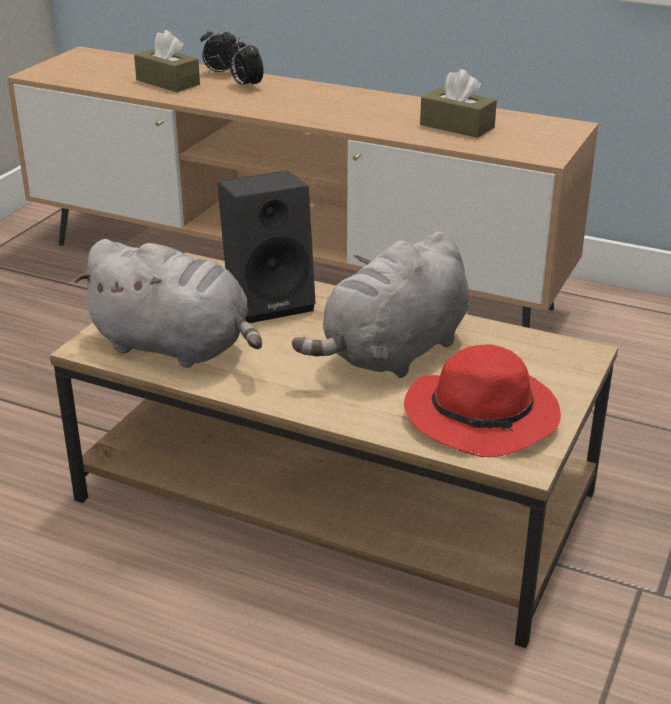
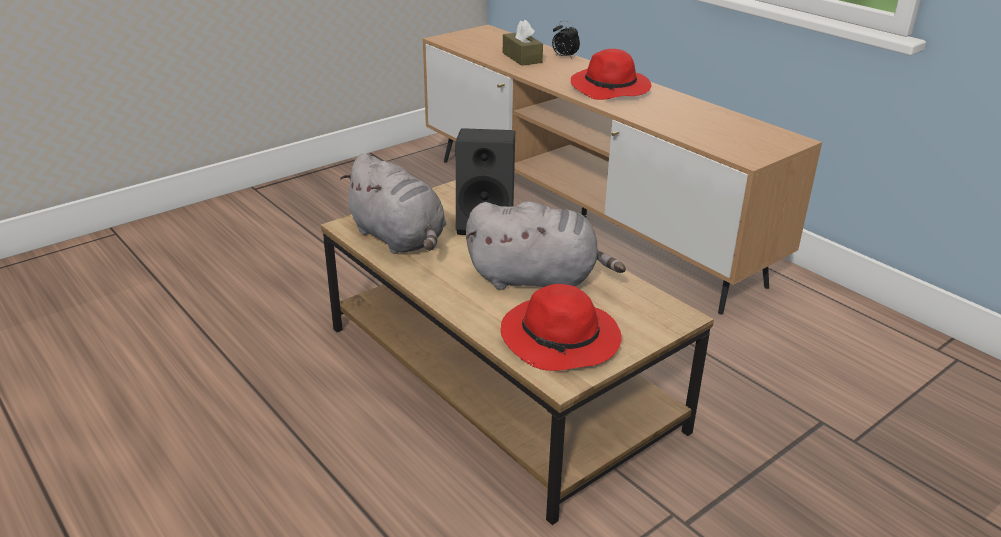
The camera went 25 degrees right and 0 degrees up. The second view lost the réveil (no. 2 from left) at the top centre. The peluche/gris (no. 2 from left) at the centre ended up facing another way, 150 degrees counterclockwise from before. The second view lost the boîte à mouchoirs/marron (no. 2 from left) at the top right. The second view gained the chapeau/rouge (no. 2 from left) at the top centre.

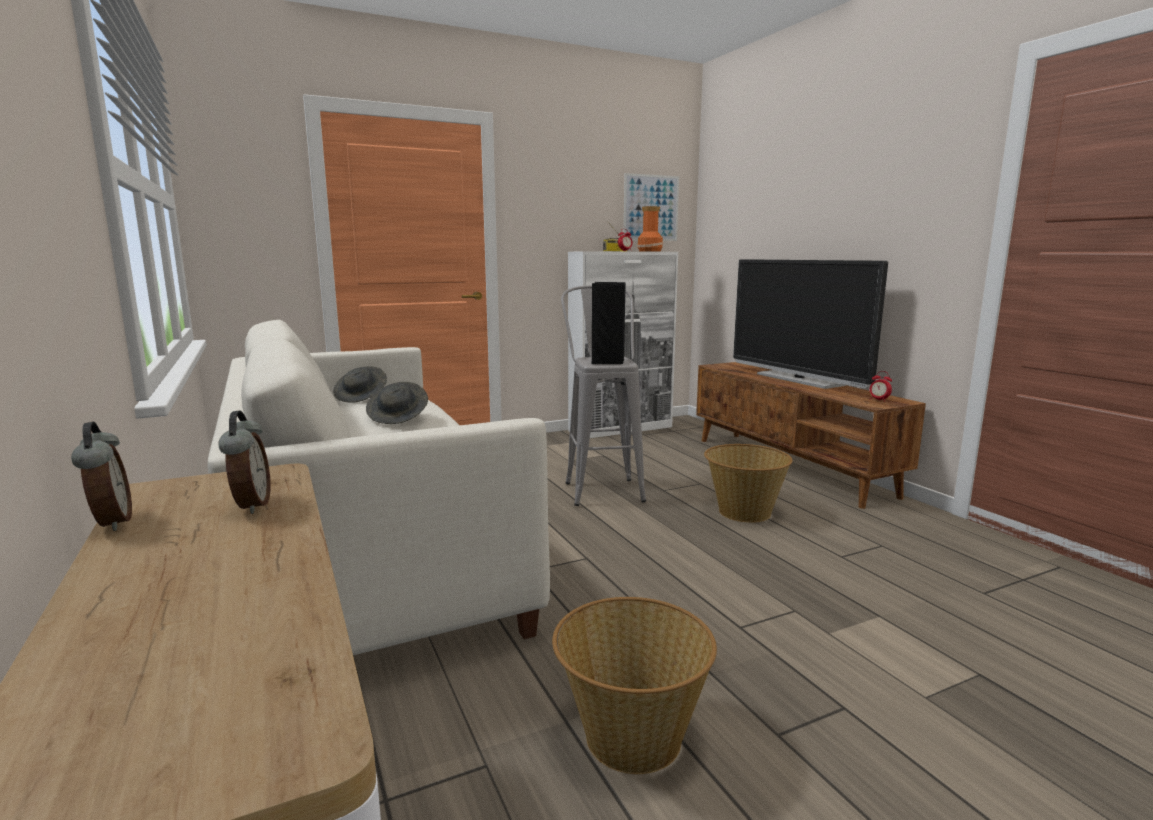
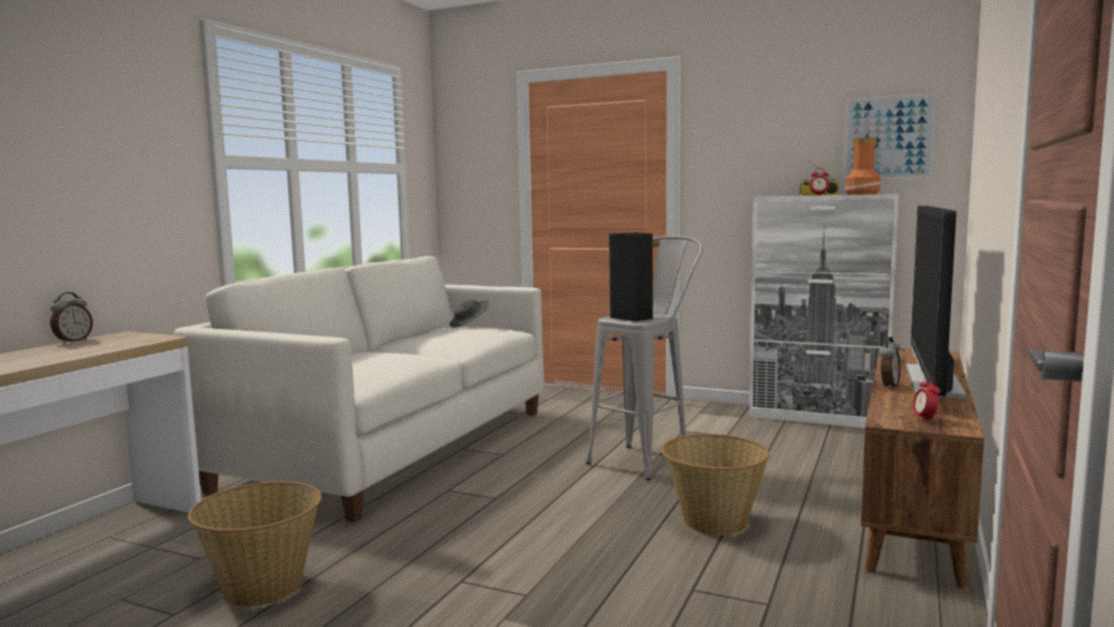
The camera went 50 degrees right and 5 degrees down. The réveil (no. 2 from left in the first image) ended up elsewhere, having gone from the middle left to the middle right. The second view lost the chapeau/gris (no. 2 from left) at the centre.

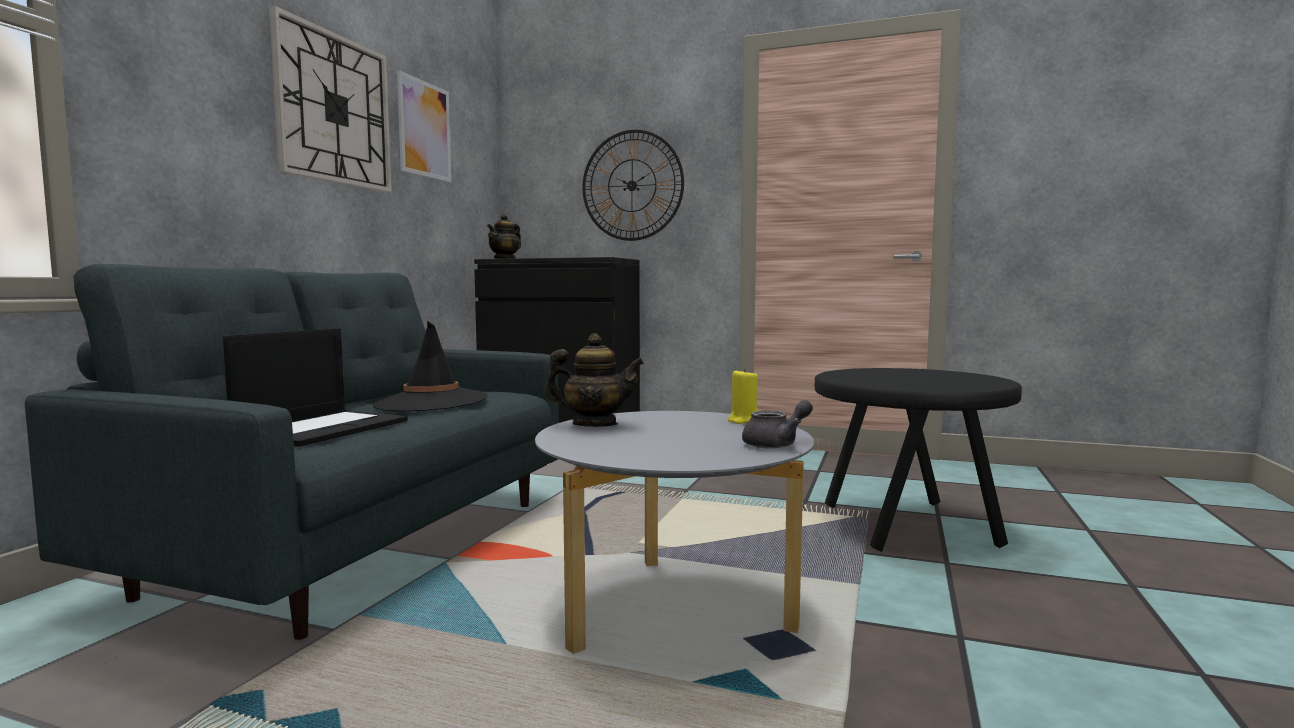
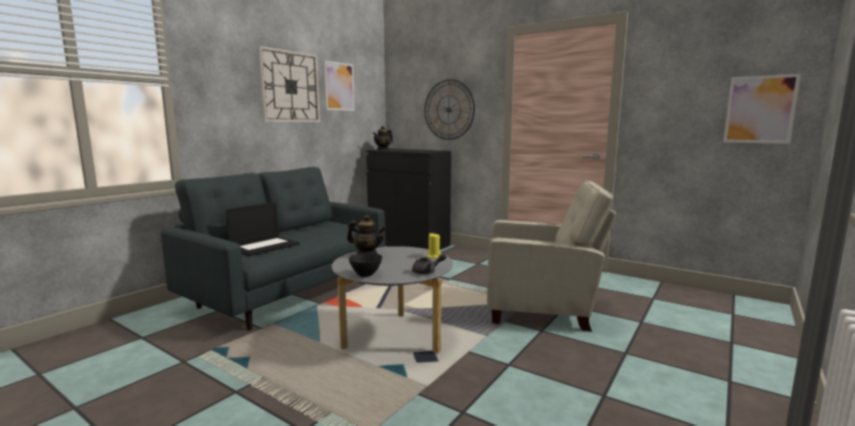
The camera went 15 degrees right and 5 degrees up. The second view lost the chapeau/noir at the middle left. Where the table d'appoint/noir stood at the middle right, the fauteuil/beige came to stand at the centre. The second view gained the bol/noir at the centre. The second view gained the tableau (no. 2 from left) at the top right.

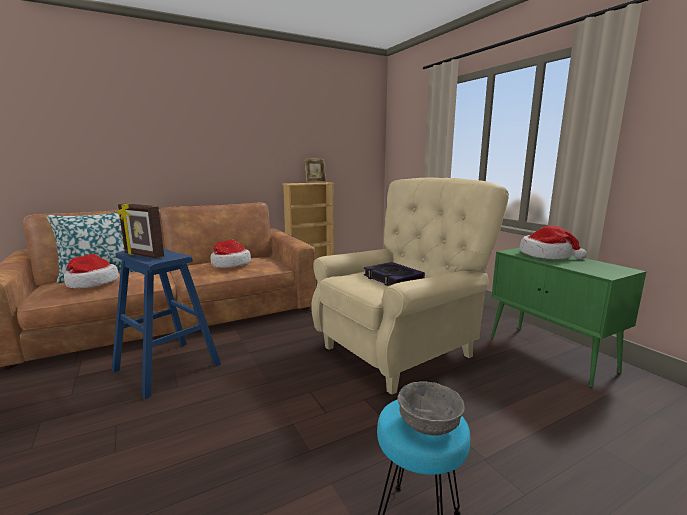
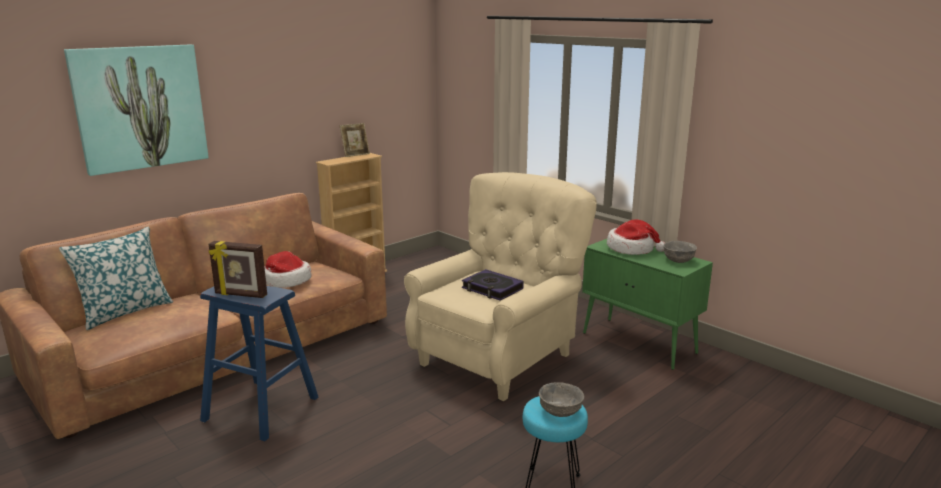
The camera went 15 degrees left and 5 degrees up. The second view lost the chapeau (no. 1 from left) at the middle left. The second view gained the tableau at the top left. The second view gained the bol/gris (no. 2 from left) at the middle right.

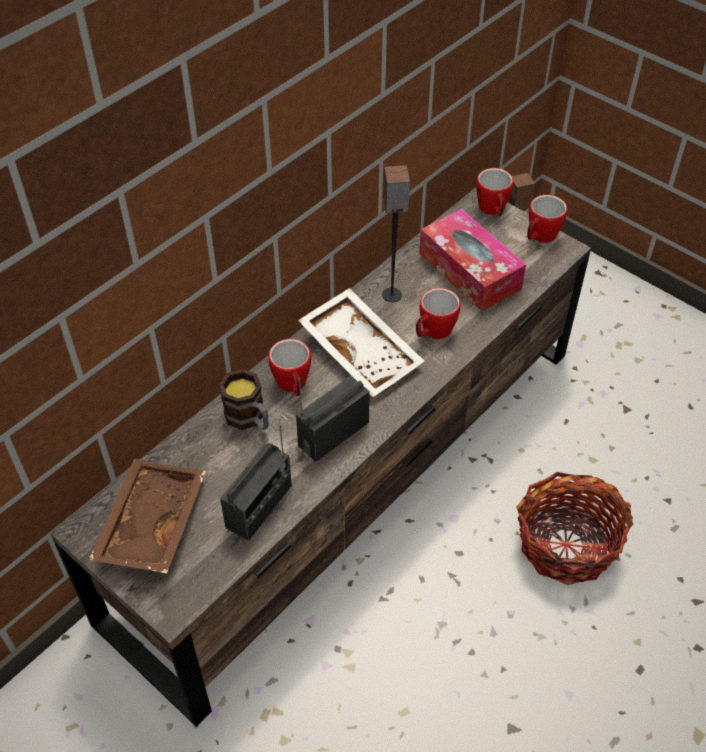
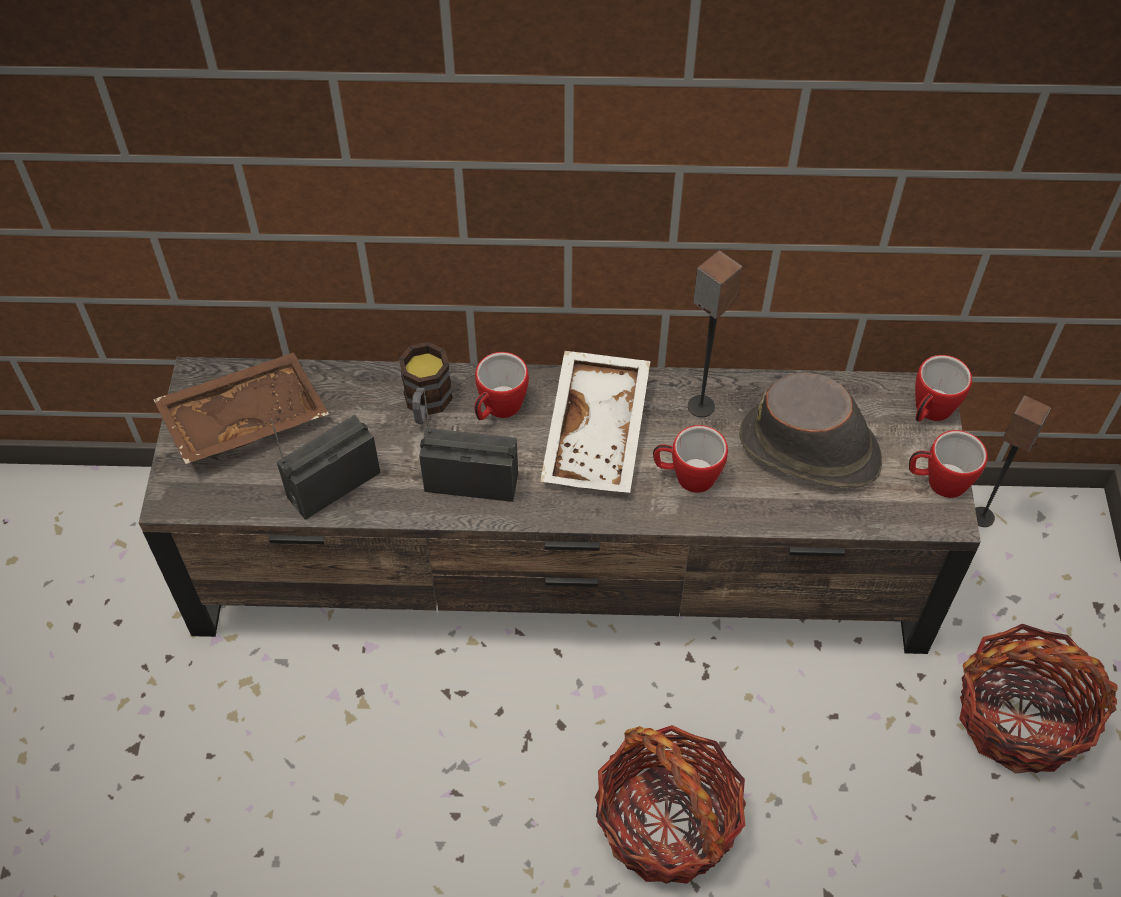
The camera went 50 degrees right and 5 degrees up. The radio (no. 1 from left) at the centre ended up facing another way, 150 degrees clockwise from before. Where the boîte à mouchoirs stood at the middle right, the chapeau/marron came to stand at the middle right. The second view gained the panier (no. 2 from left) at the bottom right.

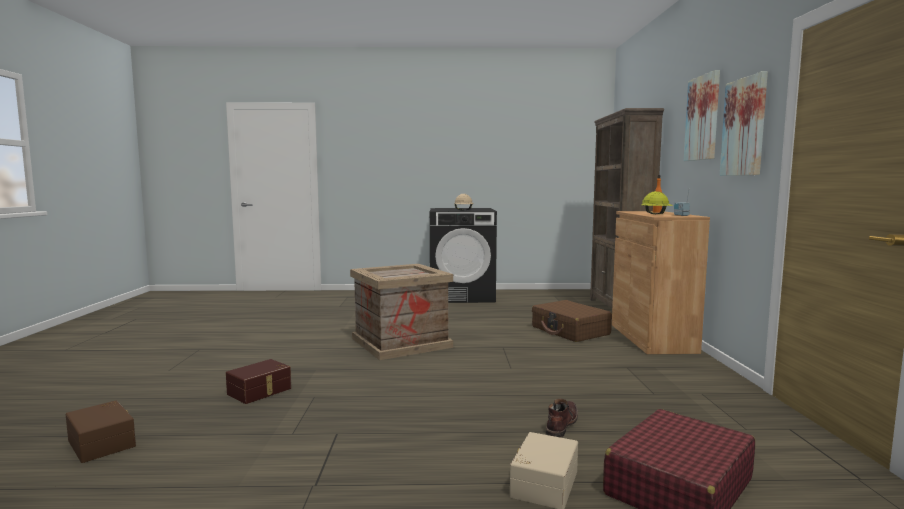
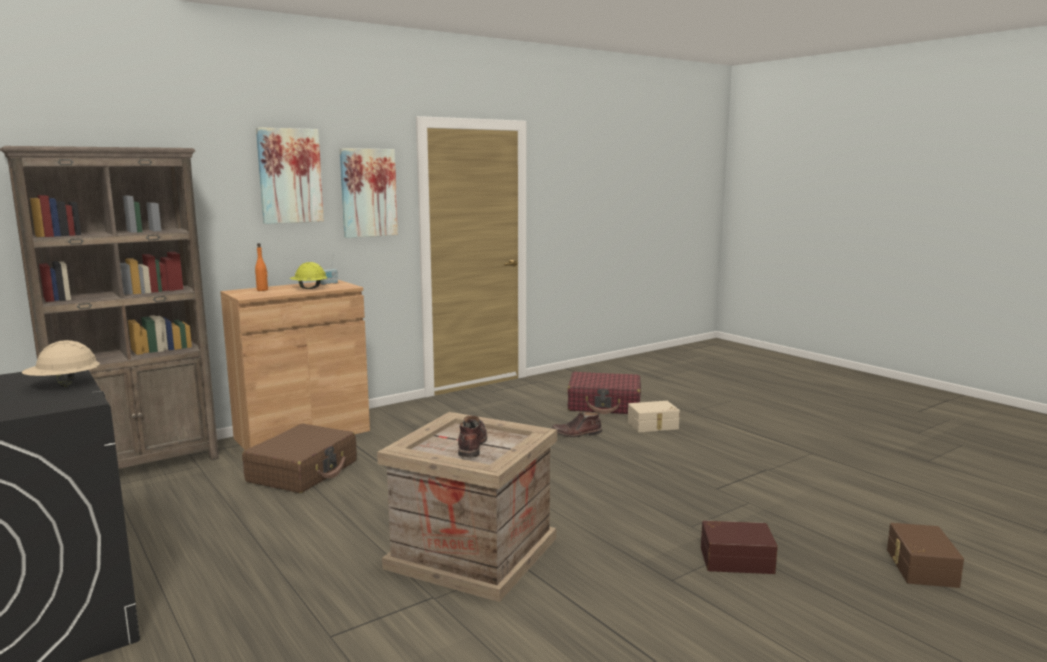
The camera went 125 degrees left and 5 degrees up. The second view gained the botte/marron (no. 1 from left) at the centre.

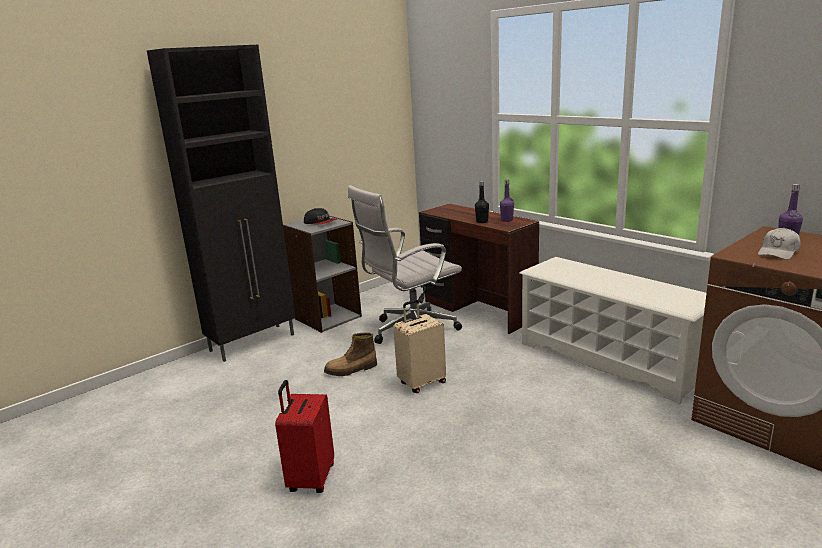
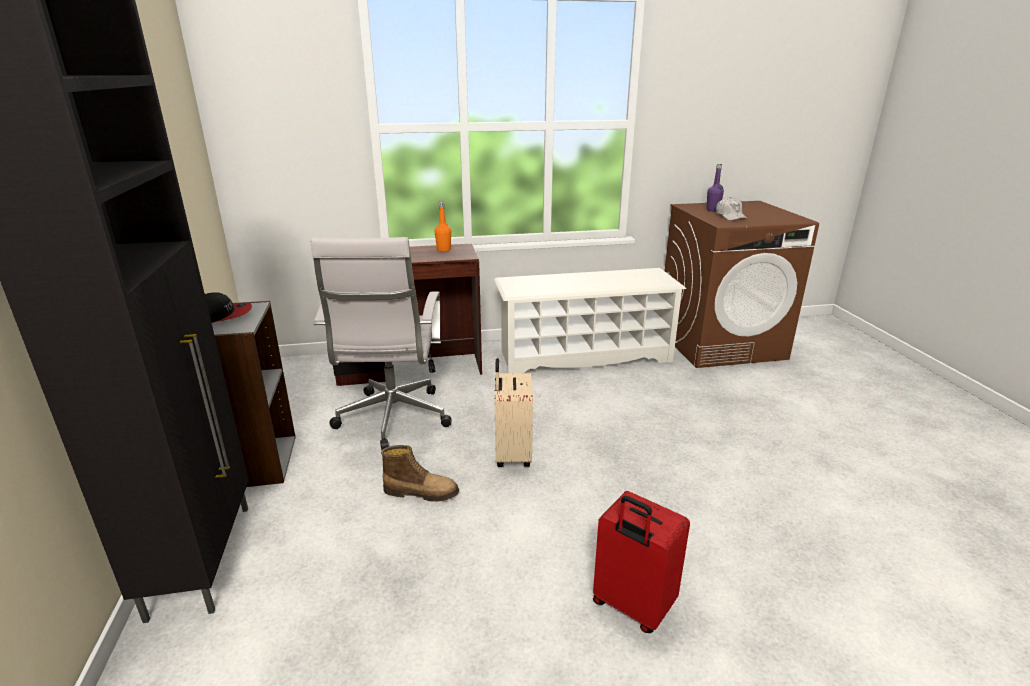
The camera went 60 degrees left and 5 degrees up. The botte at the centre ended up facing another way, 90 degrees counterclockwise from before. The second view lost the bouteille/noir at the centre. What was the bouteille/violet (no. 1 from left) at the centre turned into the bouteille/orange at the top centre.

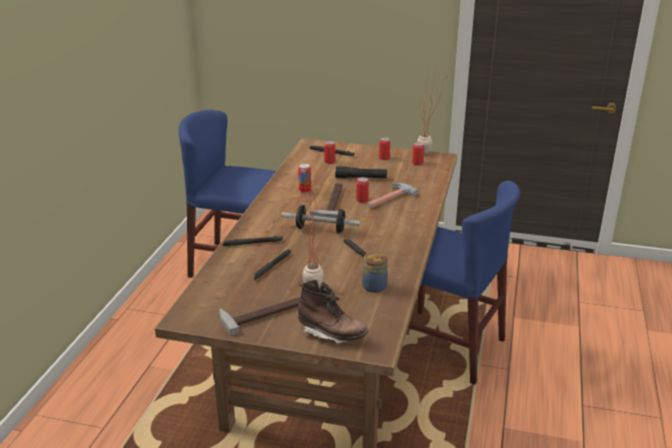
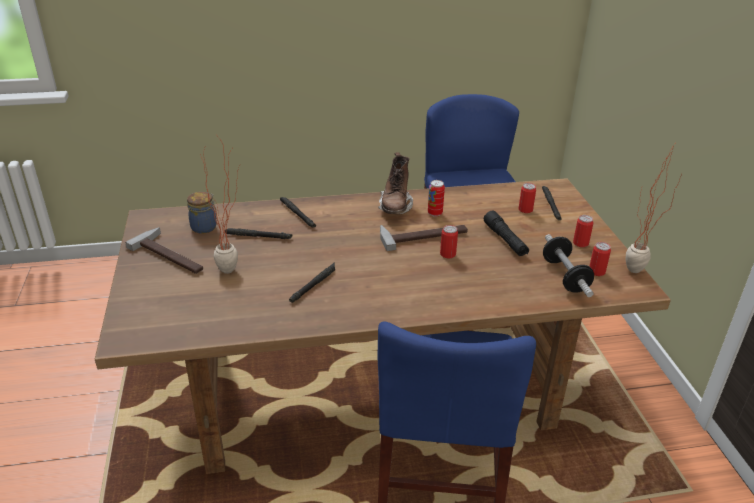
The camera went 65 degrees right and 5 degrees up. The haltère ended up elsewhere, having gone from the centre to the middle right. The botte/marron ended up elsewhere, having gone from the bottom centre to the centre. The bocal ended up elsewhere, having gone from the centre to the middle left. The second view lost the marteau (no. 3 from left) at the centre.

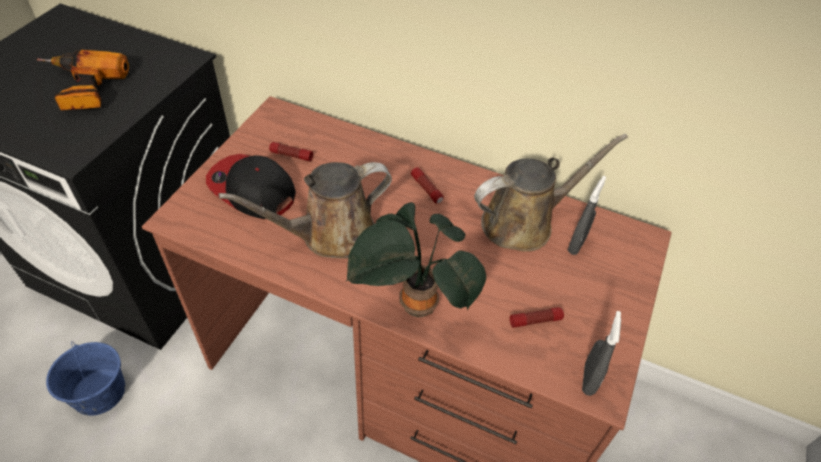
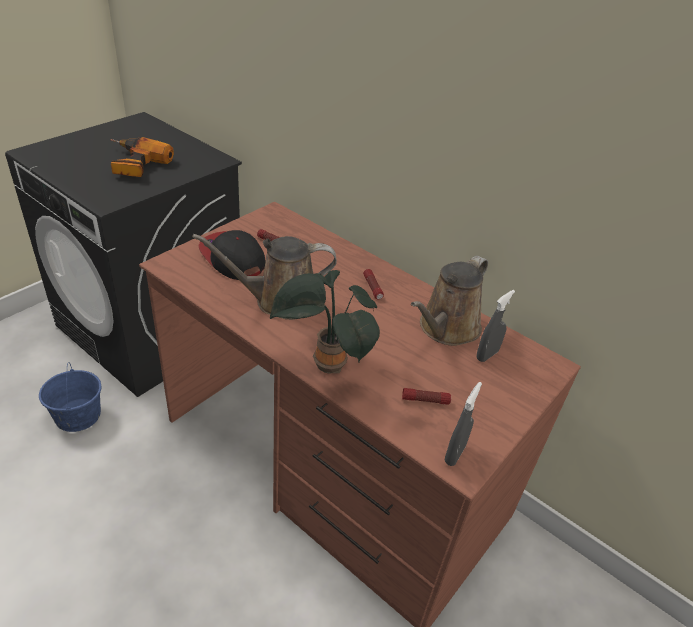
The camera went 15 degrees right and 10 degrees down. The arrosoir/marron (no. 2 from left) at the middle right ended up facing another way, 135 degrees clockwise from before.

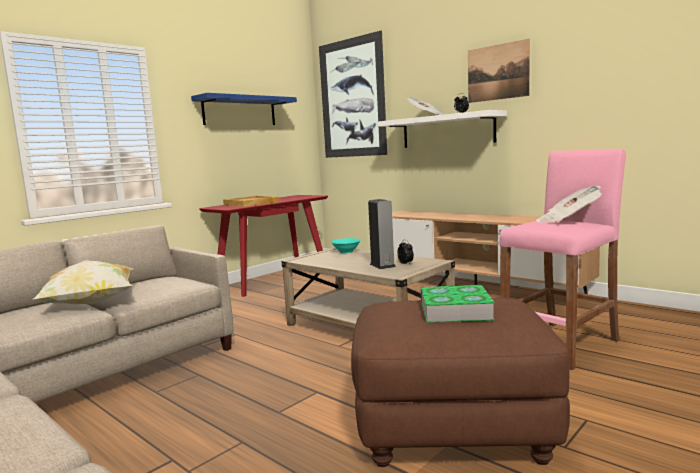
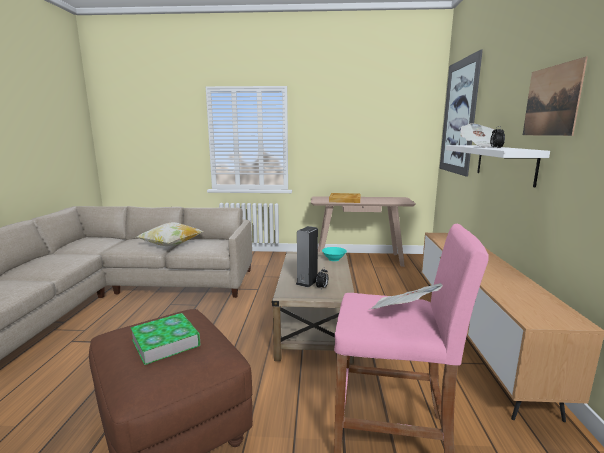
The camera went 50 degrees right and 5 degrees up. The second view lost the étagère/bleu at the top centre. What was the table console/rouge at the centre turned into the table console/beige at the centre.

